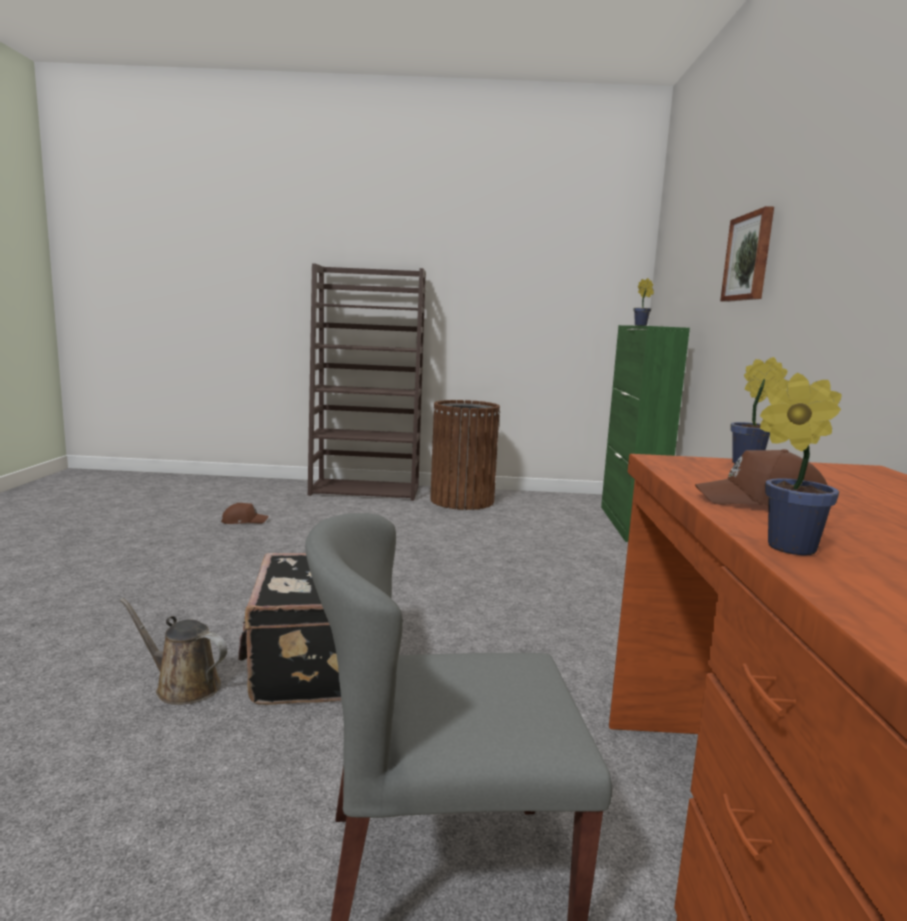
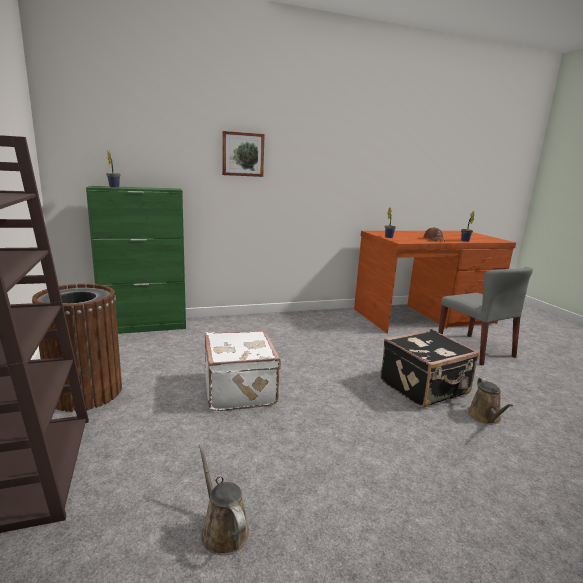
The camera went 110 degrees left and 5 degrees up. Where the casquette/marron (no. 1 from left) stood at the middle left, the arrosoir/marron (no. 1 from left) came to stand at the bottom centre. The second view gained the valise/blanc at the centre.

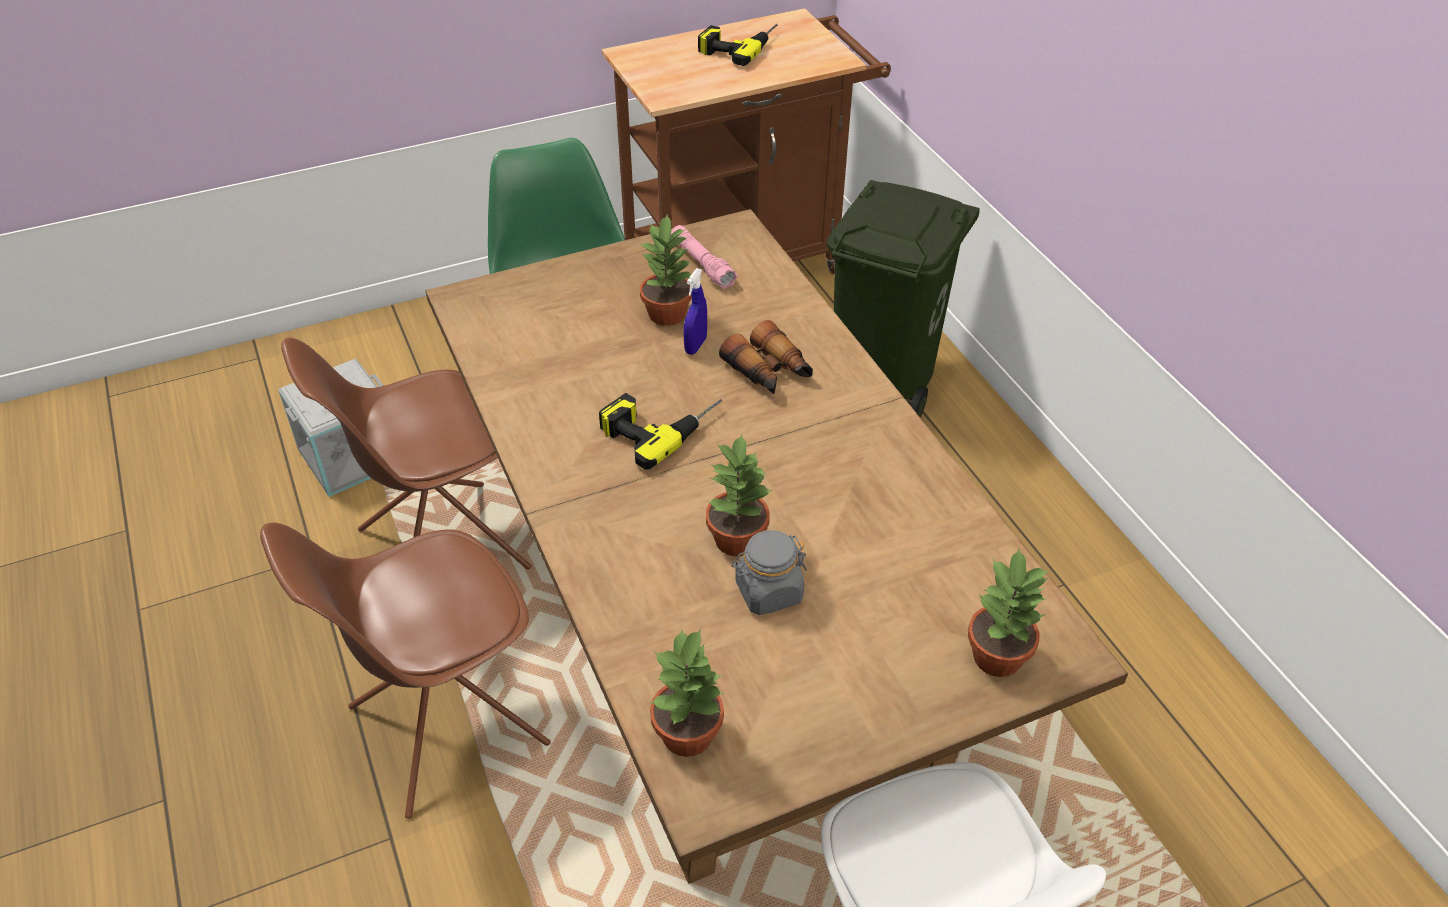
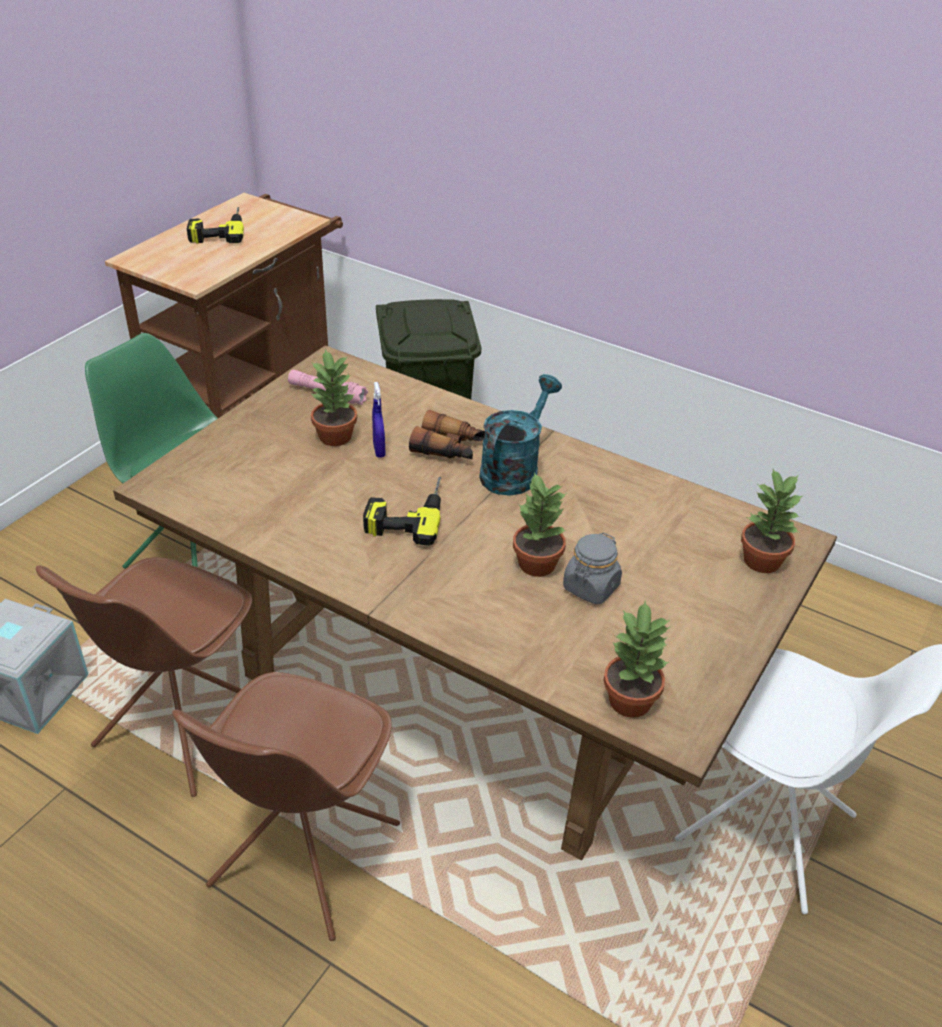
The camera went 35 degrees left and 5 degrees down. The second view gained the arrosoir/turquoise at the centre.

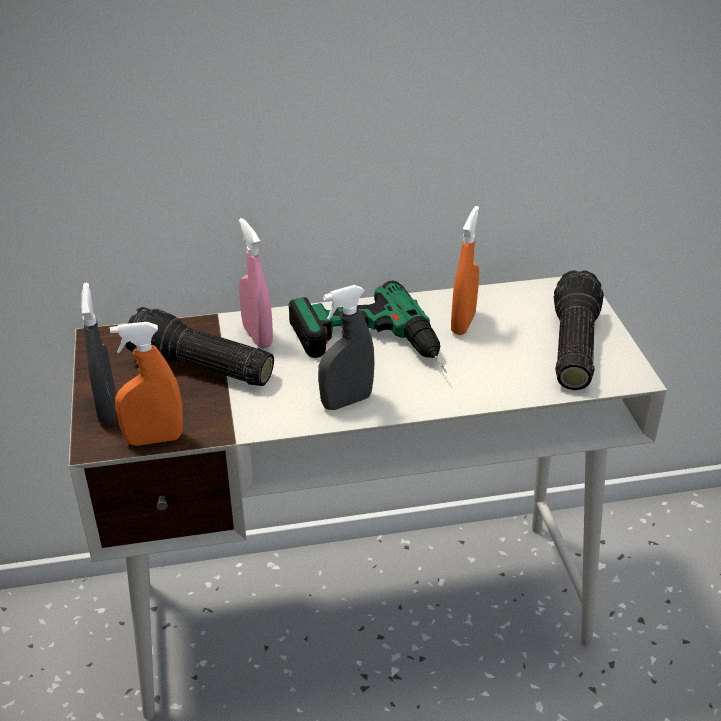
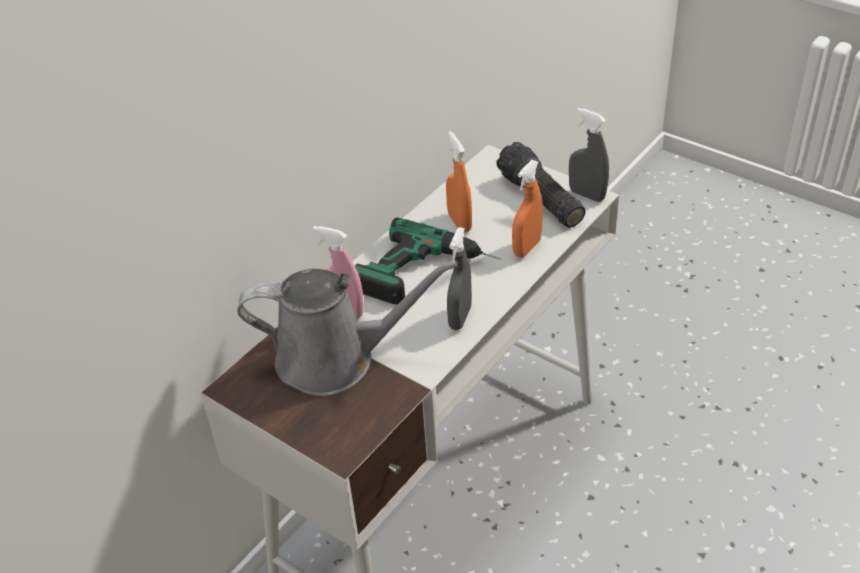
The camera went 40 degrees left and 5 degrees up. The vaporisateur/gris (no. 1 from left in the first image) ended up elsewhere, having gone from the middle left to the top right. The vaporisateur/orange (no. 1 from left in the first image) ended up elsewhere, having gone from the middle left to the centre. Where the lampe de poche (no. 1 from left) stood at the middle left, the arrosoir/gris came to stand at the centre.

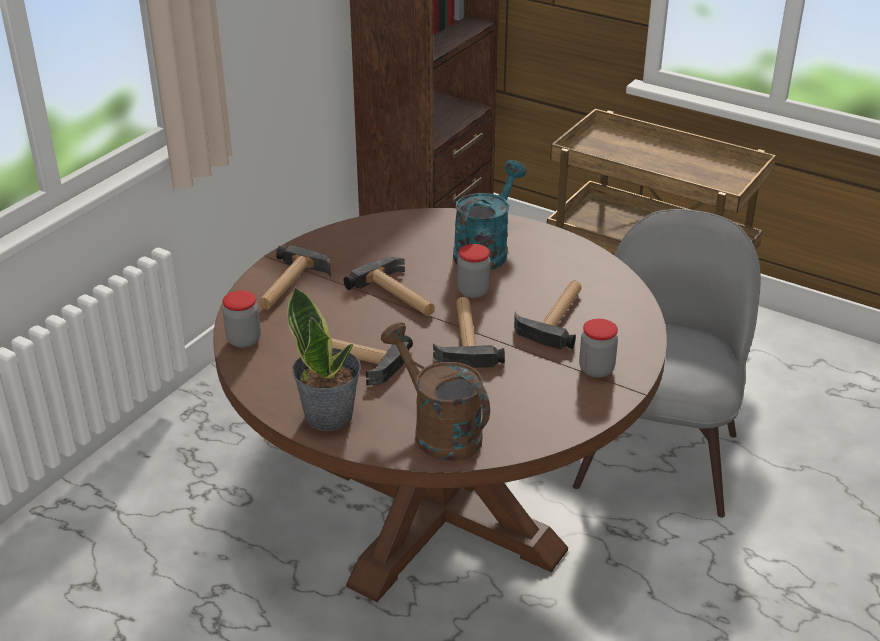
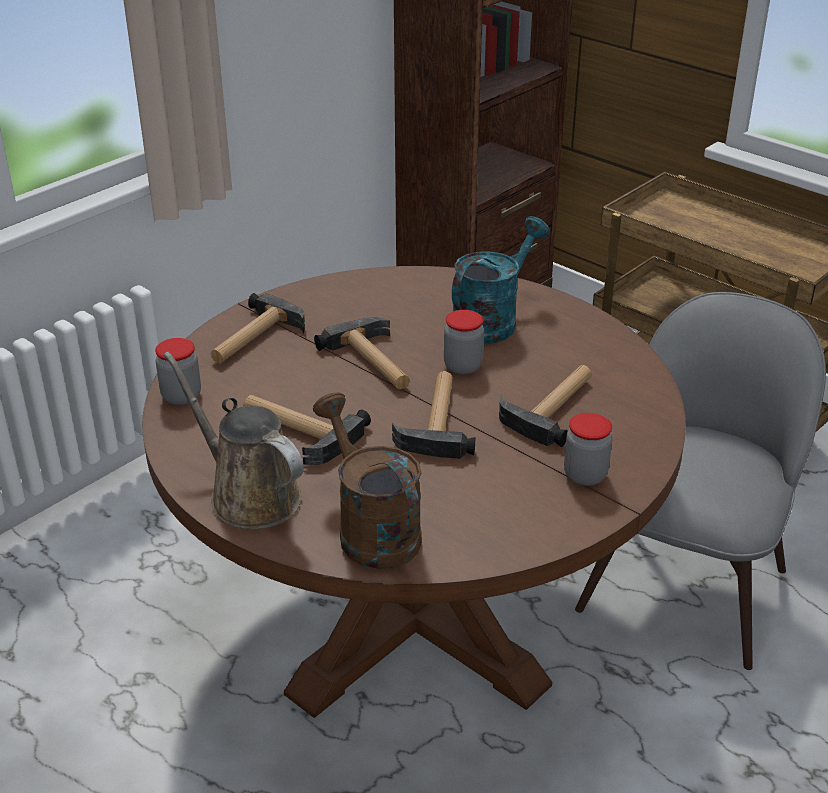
The camera went 10 degrees right and 0 degrees up. Where the plante en pot stood at the centre, the arrosoir/marron (no. 1 from left) came to stand at the middle left.

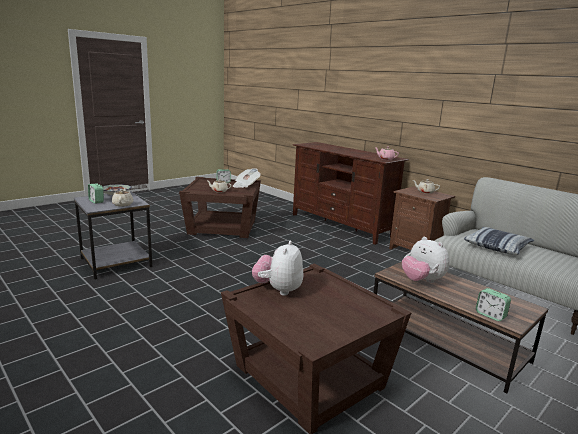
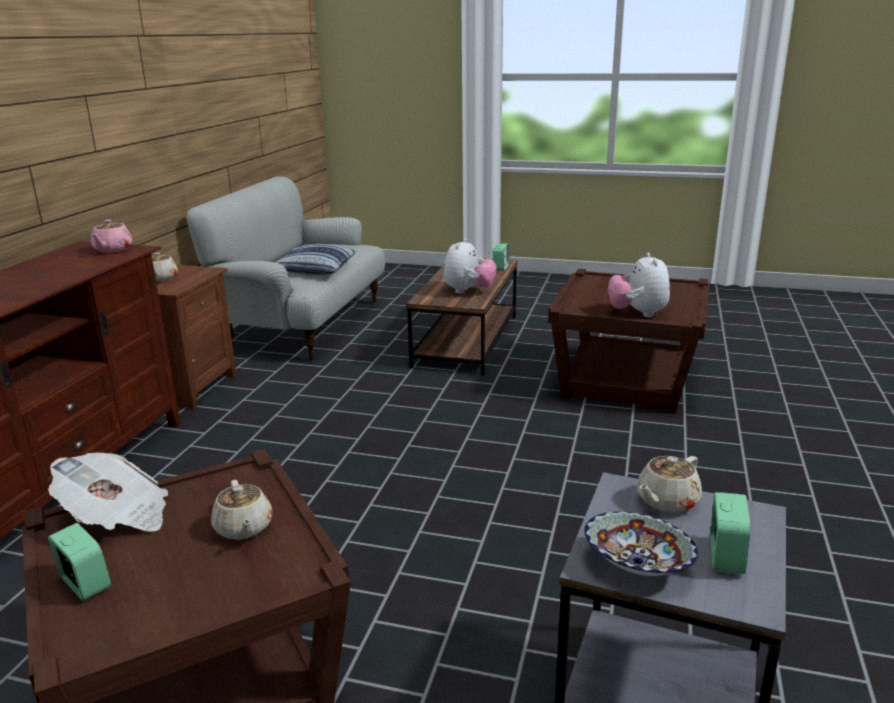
The camera went 120 degrees left and 5 degrees up. The peluche (no. 1 from left in the first image) at the centre ended up facing another way, 105 degrees clockwise from before.

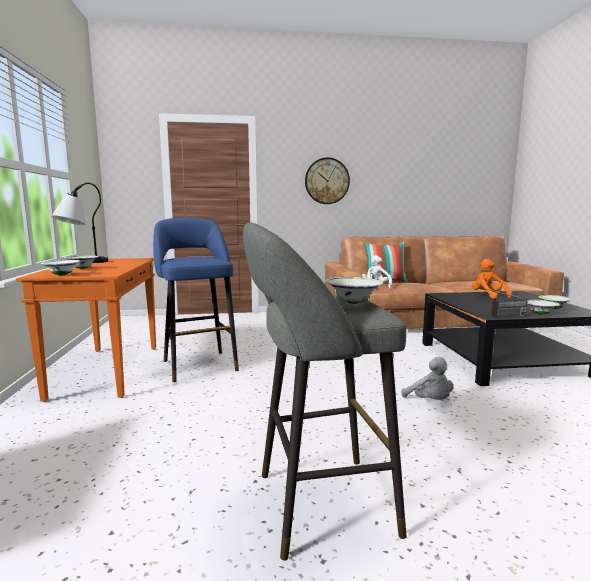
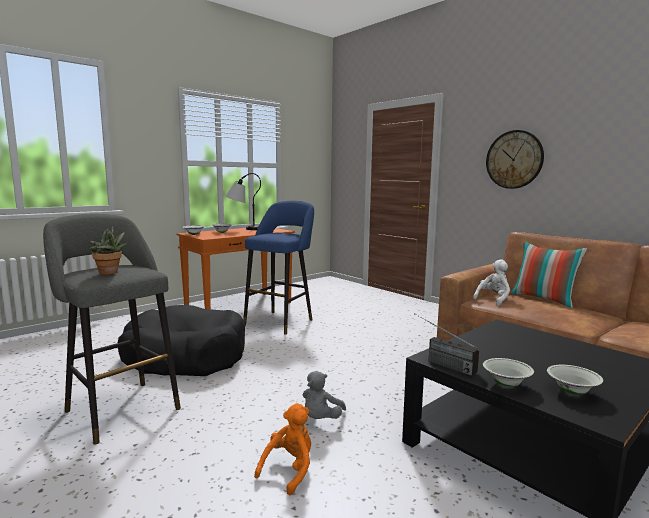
The camera went 55 degrees right and 0 degrees up. Where the bol/blanc (no. 3 from left) stood at the centre, the plante en pot came to stand at the middle left. The peluche/orange ended up elsewhere, having gone from the middle right to the bottom centre. The second view gained the panier pour chien/noir at the middle left.

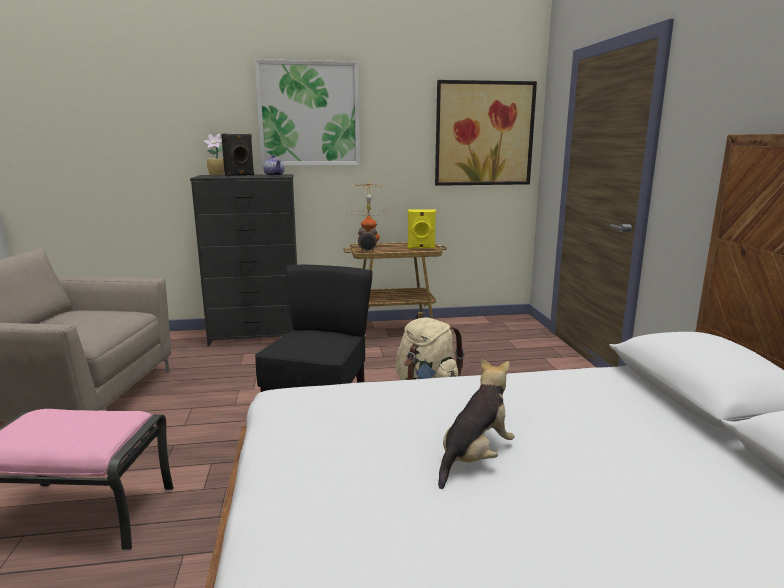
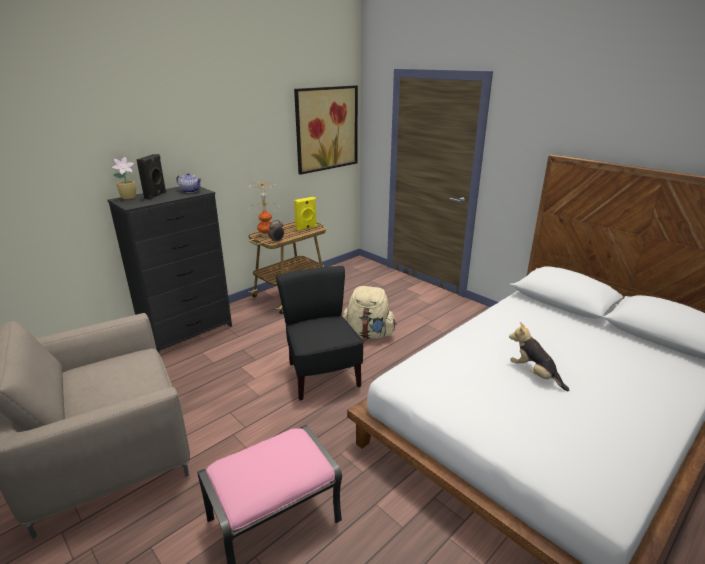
The camera went 35 degrees left and 10 degrees up. The second view lost the tableau (no. 1 from left) at the top centre. The peluche at the bottom centre ended up facing another way, 45 degrees counterclockwise from before.

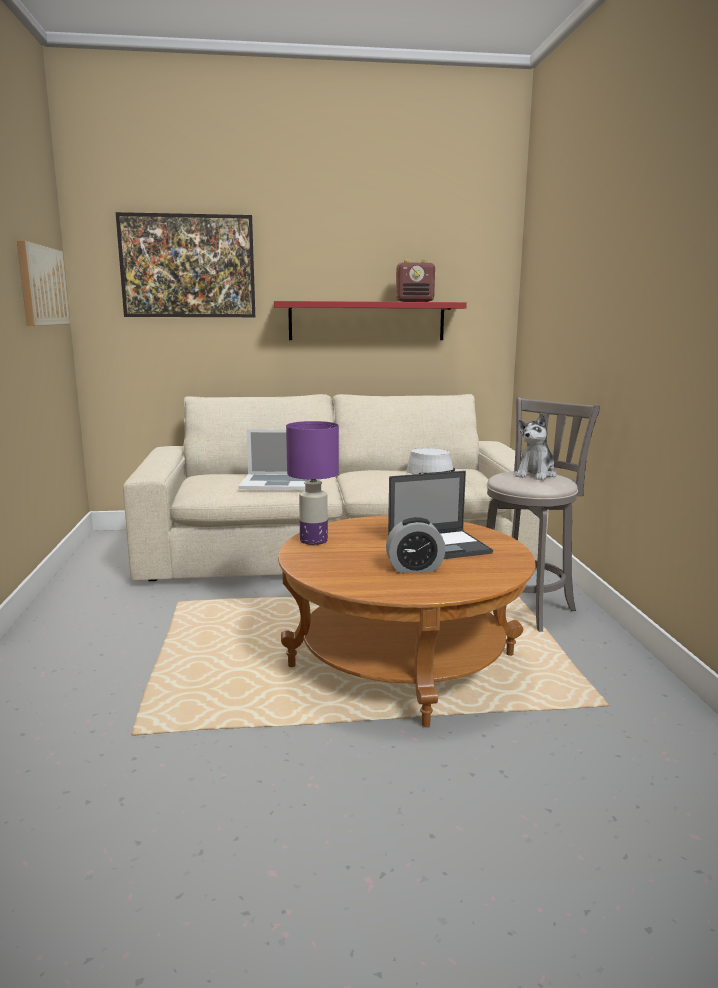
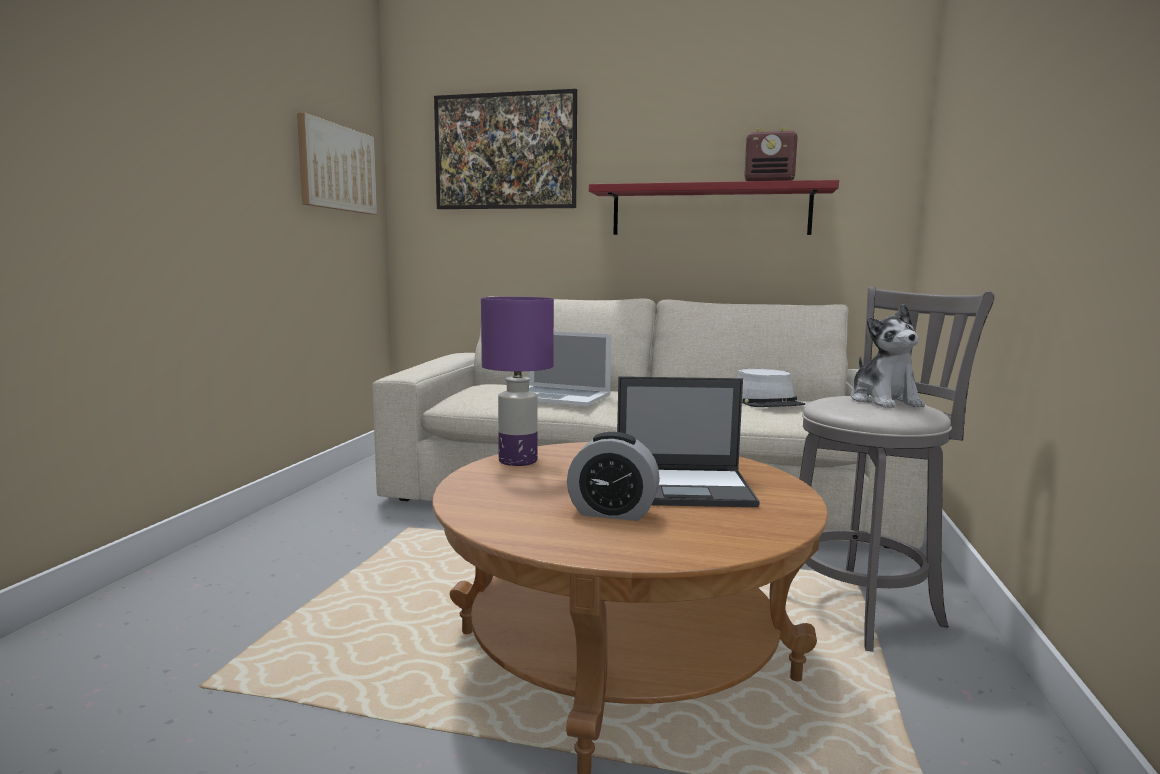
The camera went 20 degrees right and 5 degrees down. The peluche at the middle right ended up facing another way, 60 degrees counterclockwise from before.

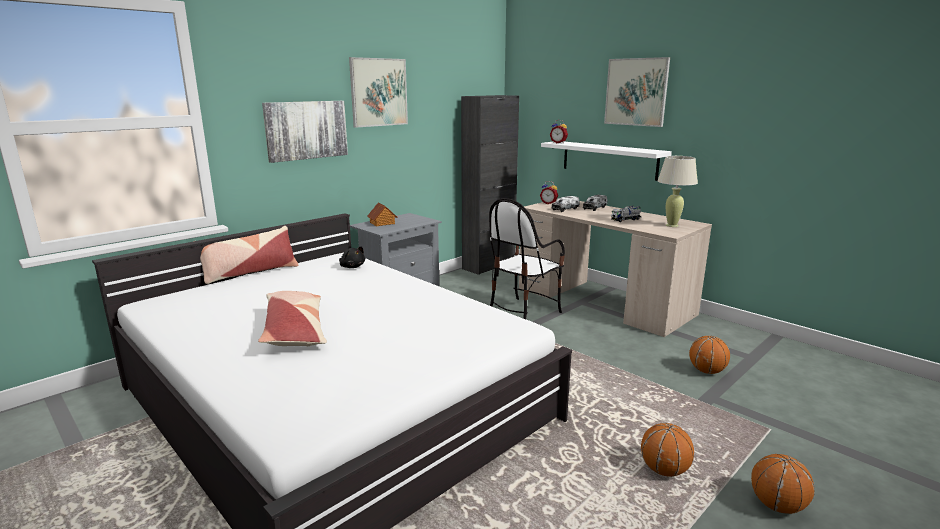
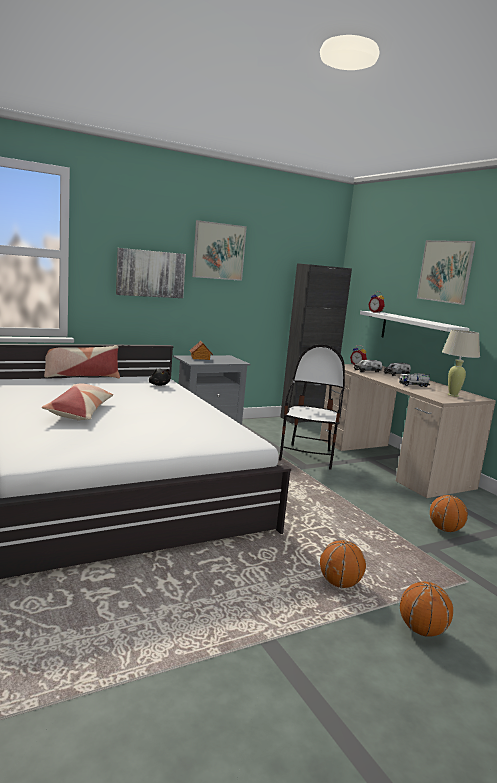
The camera went 15 degrees right and 5 degrees down. The chaise at the centre ended up facing another way, 135 degrees clockwise from before.

